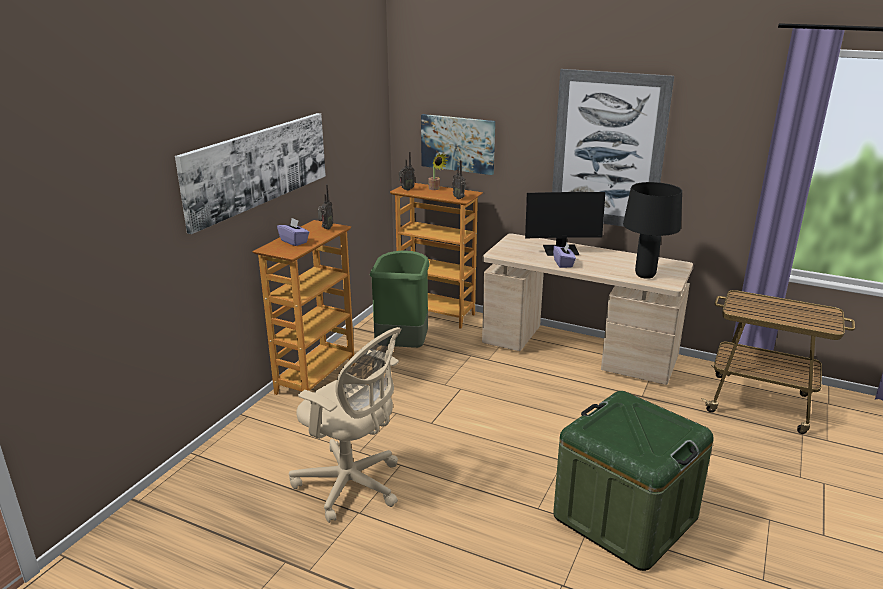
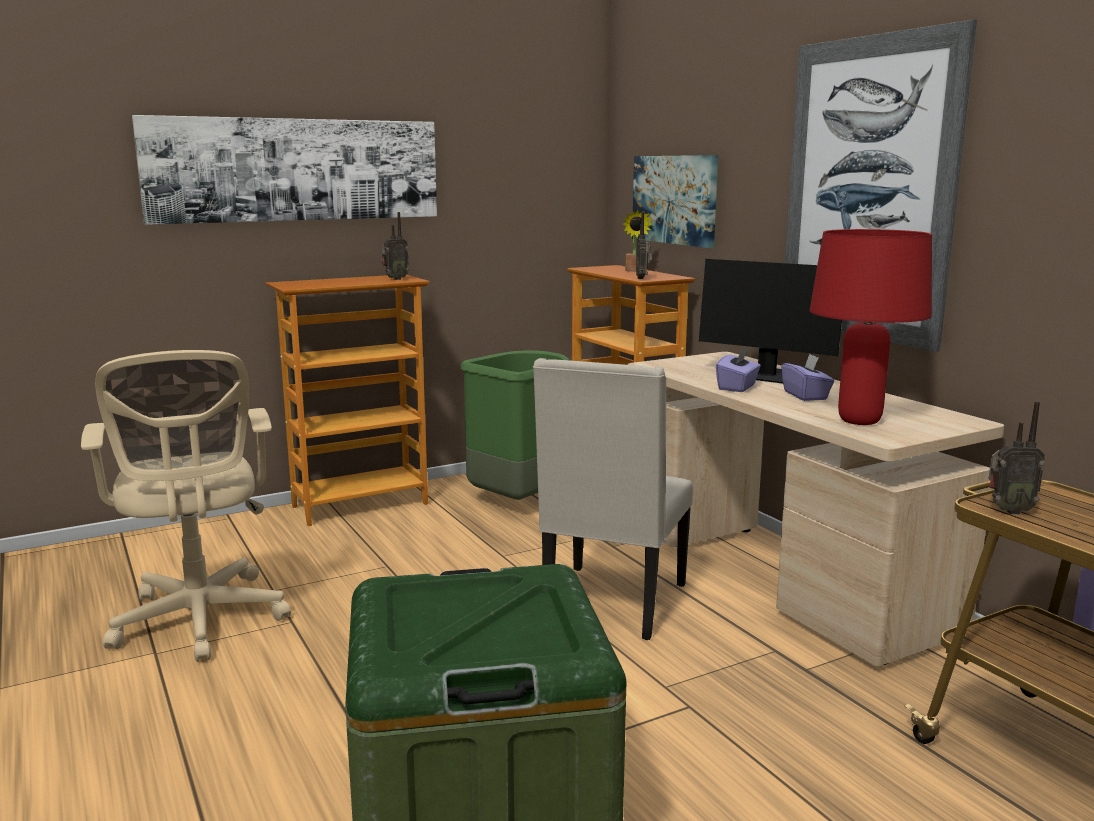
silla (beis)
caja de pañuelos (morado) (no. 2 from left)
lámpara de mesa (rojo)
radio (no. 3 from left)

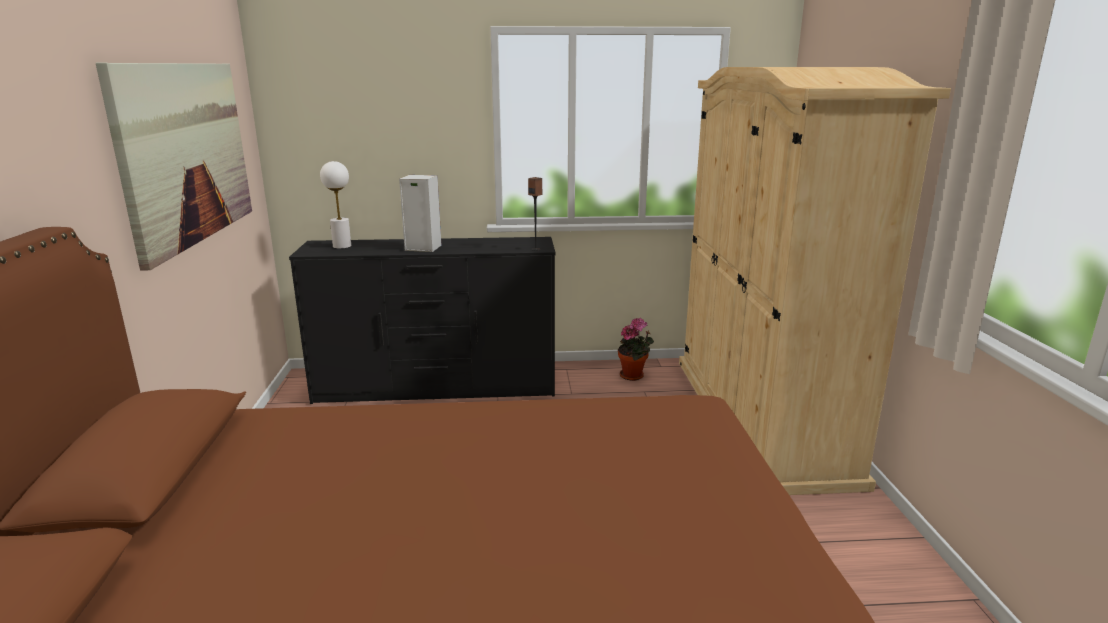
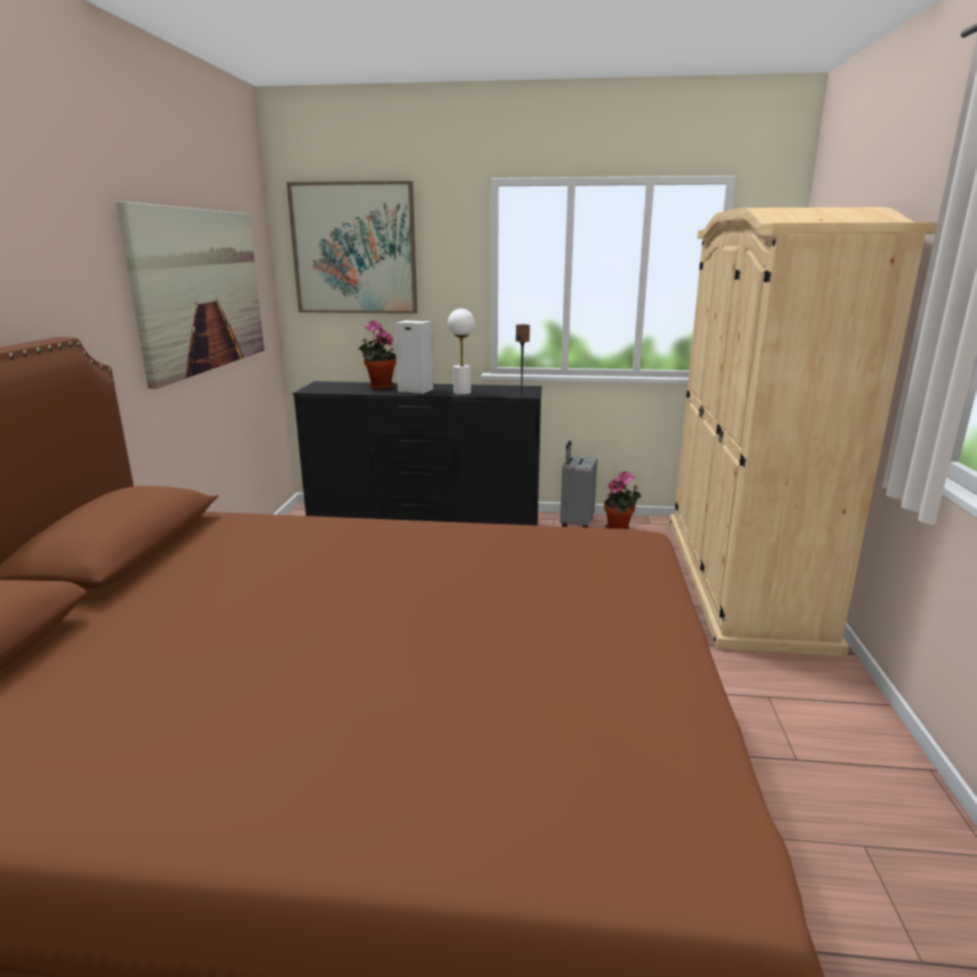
cuadro (no. 2 from left)
planta en maceta (no. 1 from left)
lámpara de mesa (blanco)
maleta (gris)

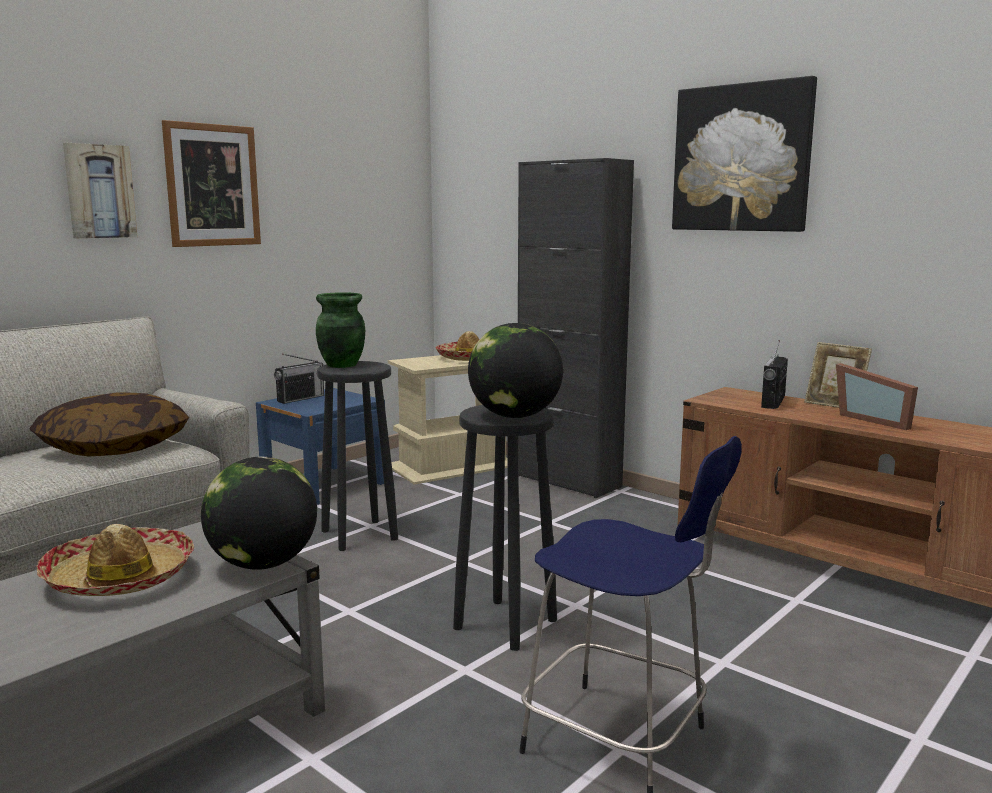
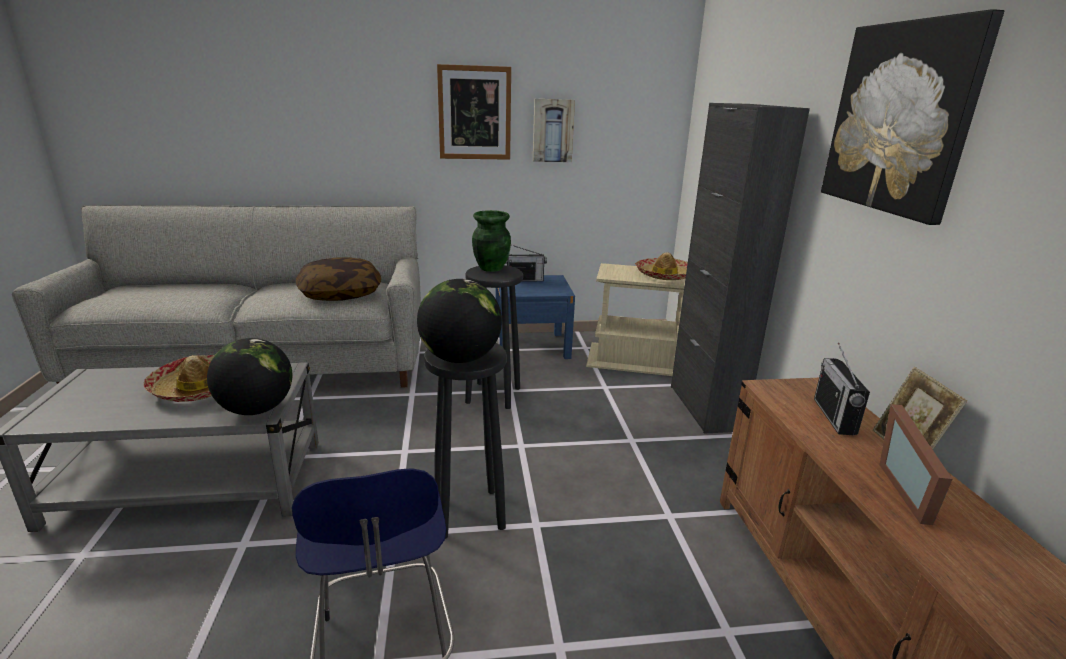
cuadro (no. 2 from left)
radio (no. 2 from left)

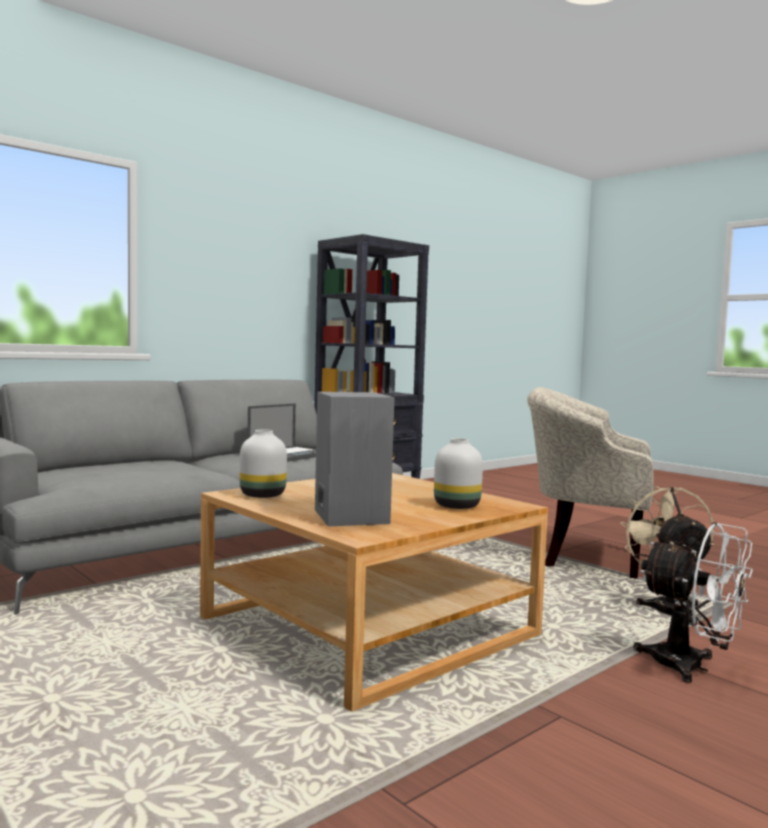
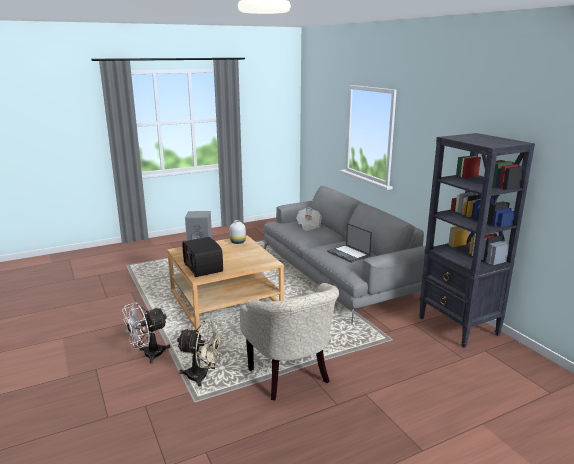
radio
sillón (beis)
periódico

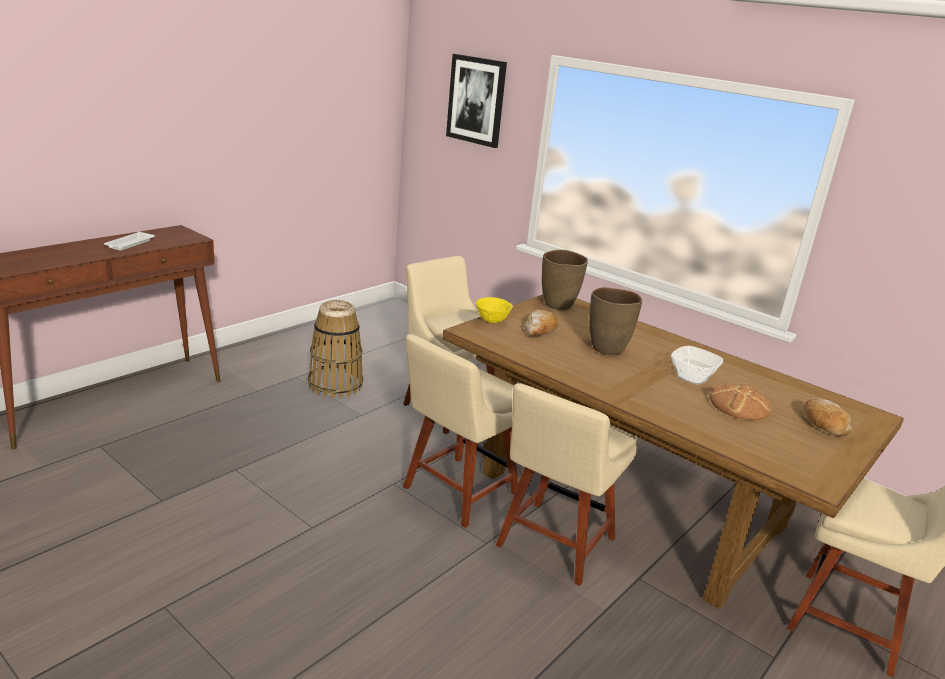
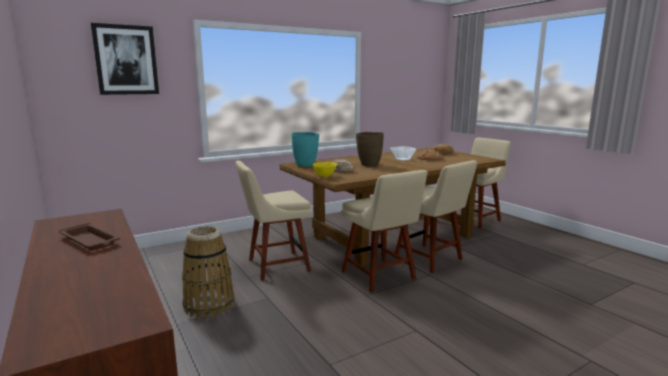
bandeja (marrón)
florero (turquesa)

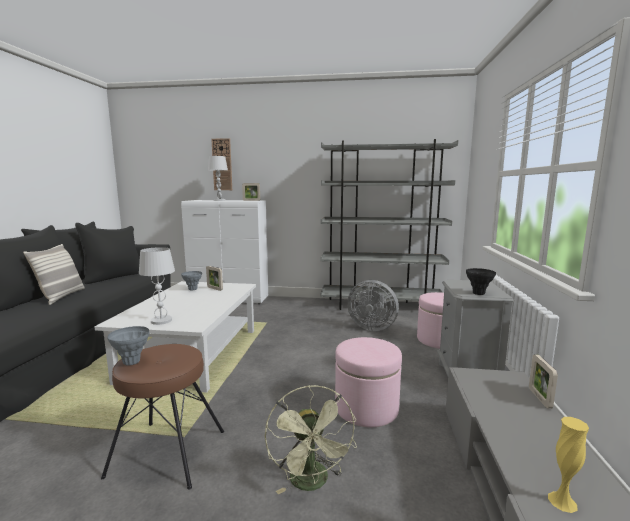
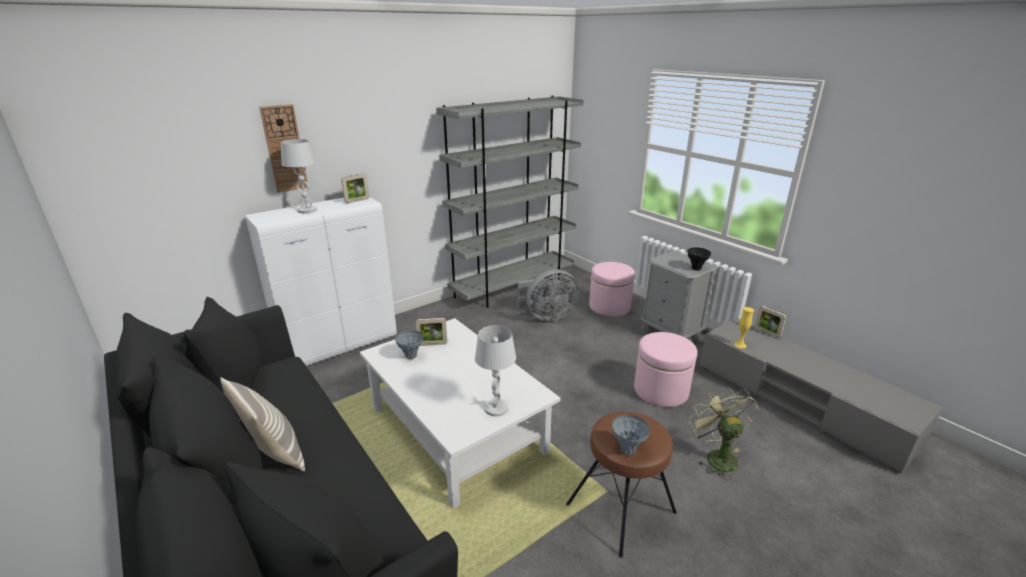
ventilador (verde)
florero (amarillo)

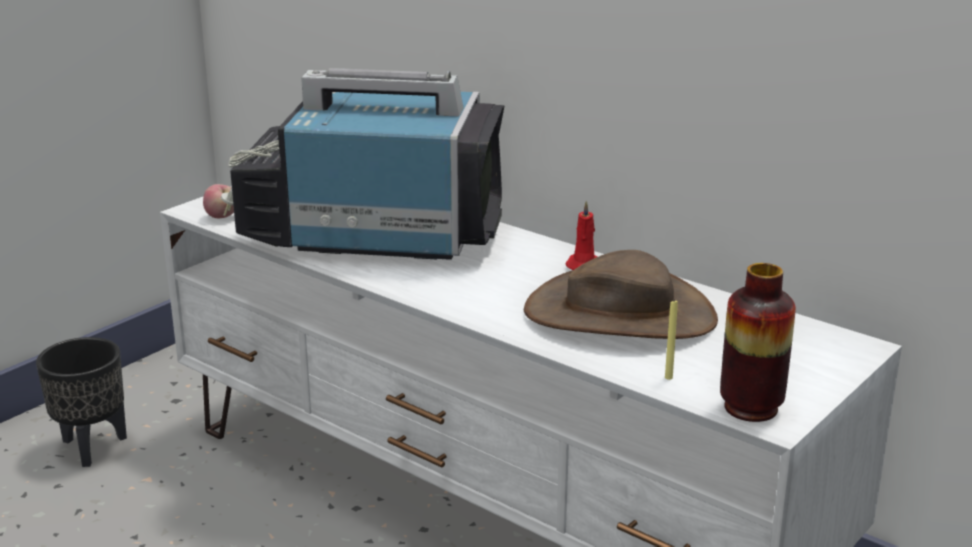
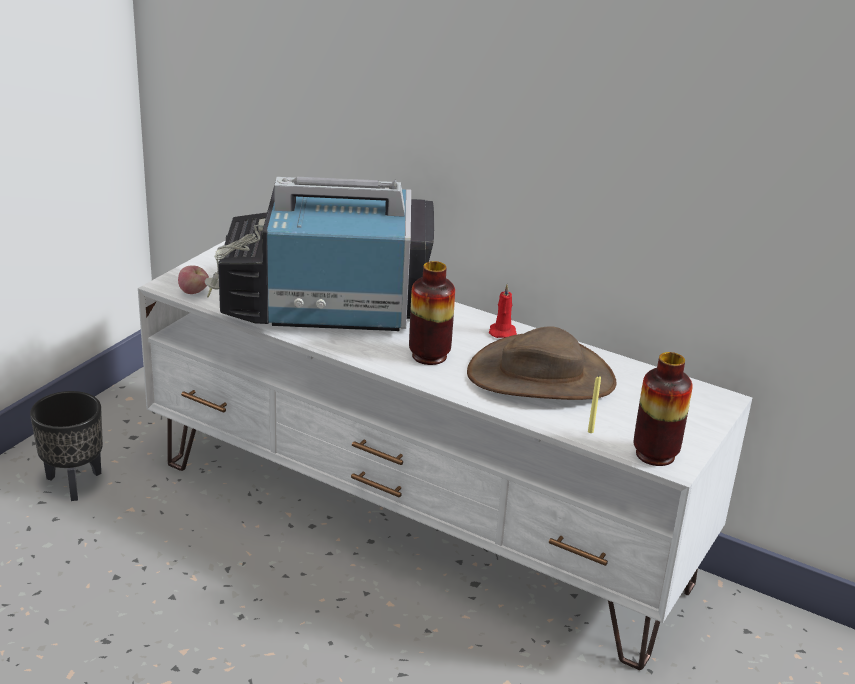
florero (no. 1 from left)

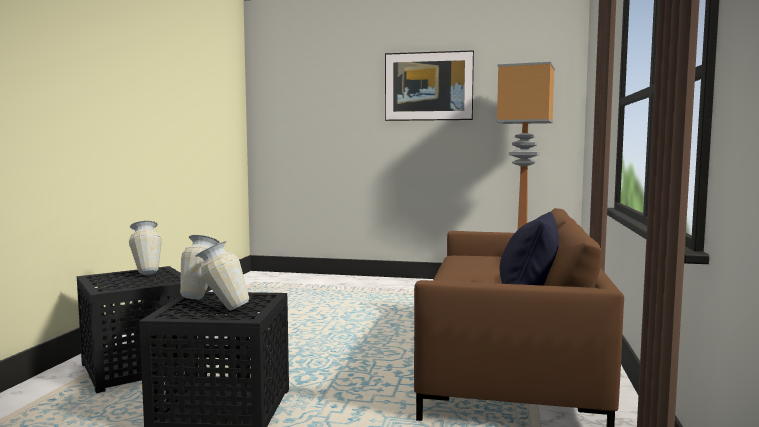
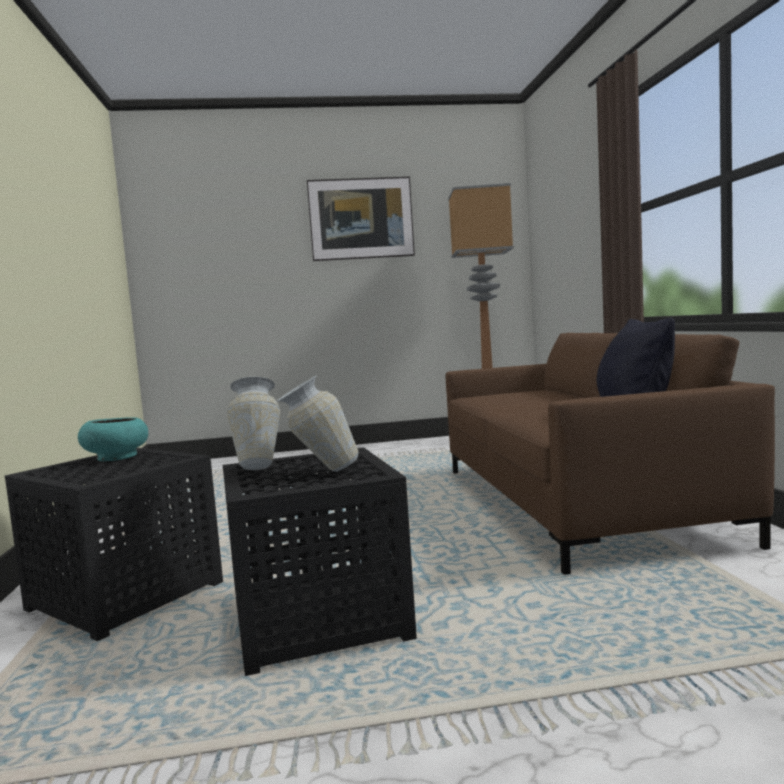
cuenco (turquesa)

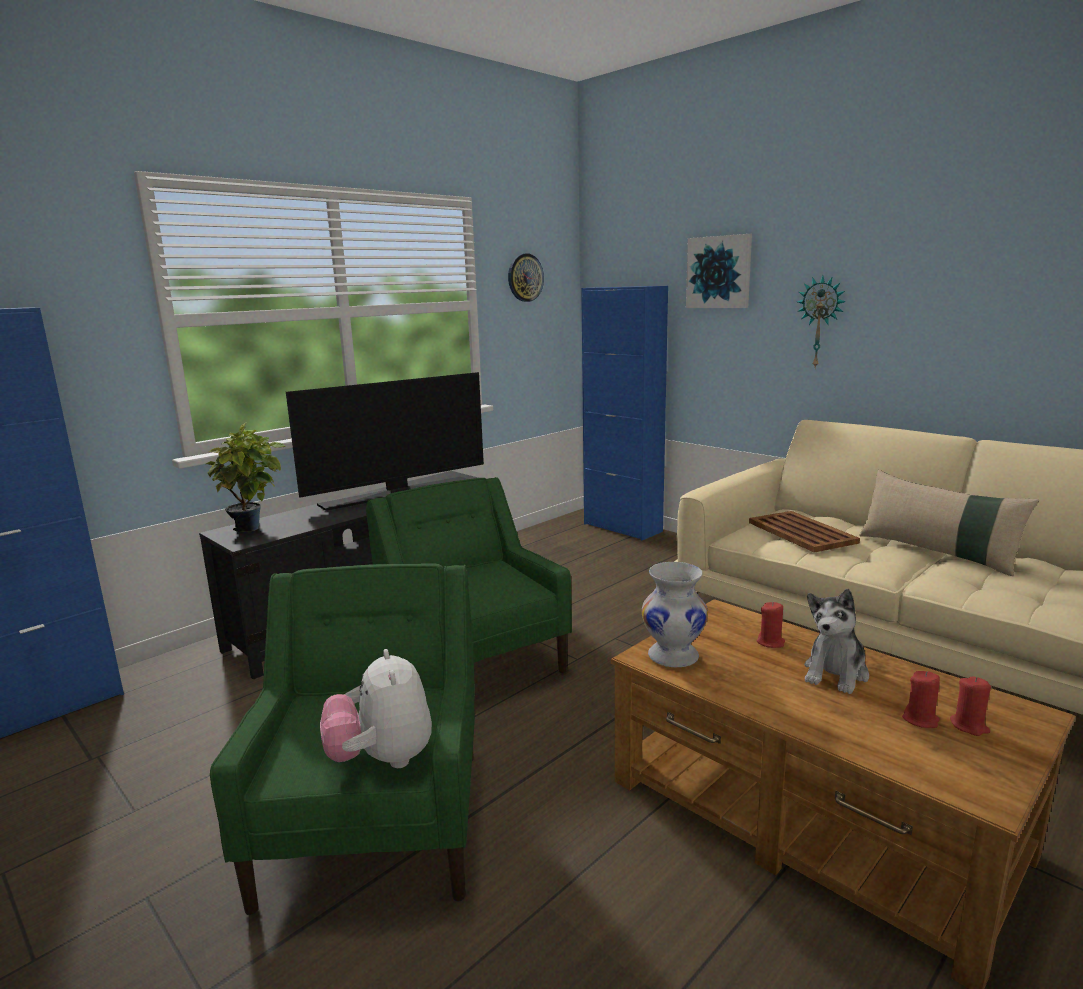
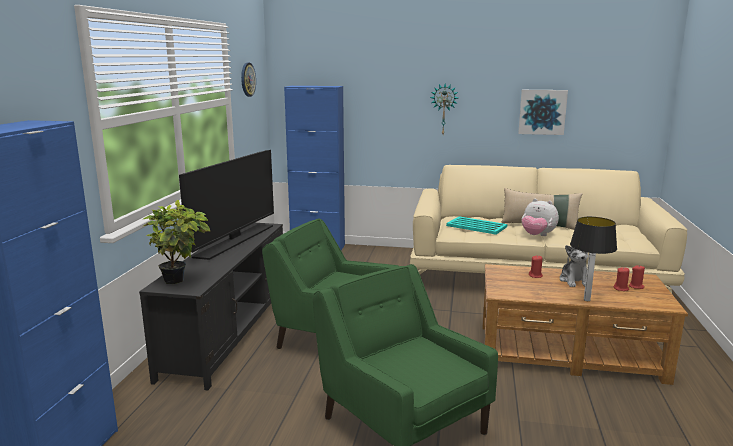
bandeja (turquesa)
cuadro
peluche (no. 1 from left)
lámpara de mesa
florero (blanco)

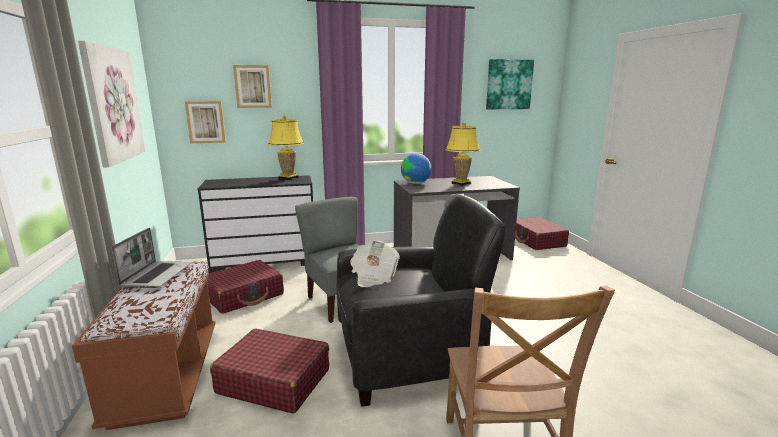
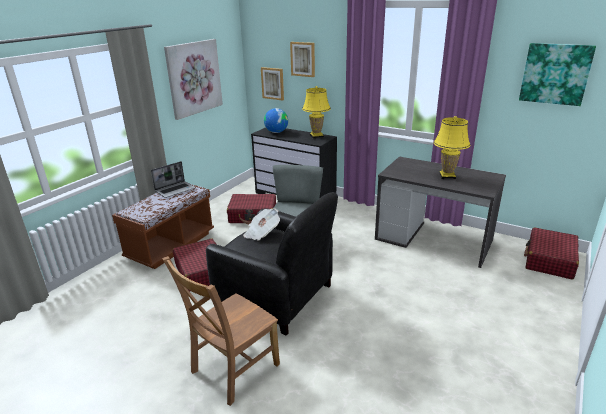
globo terráqueo

